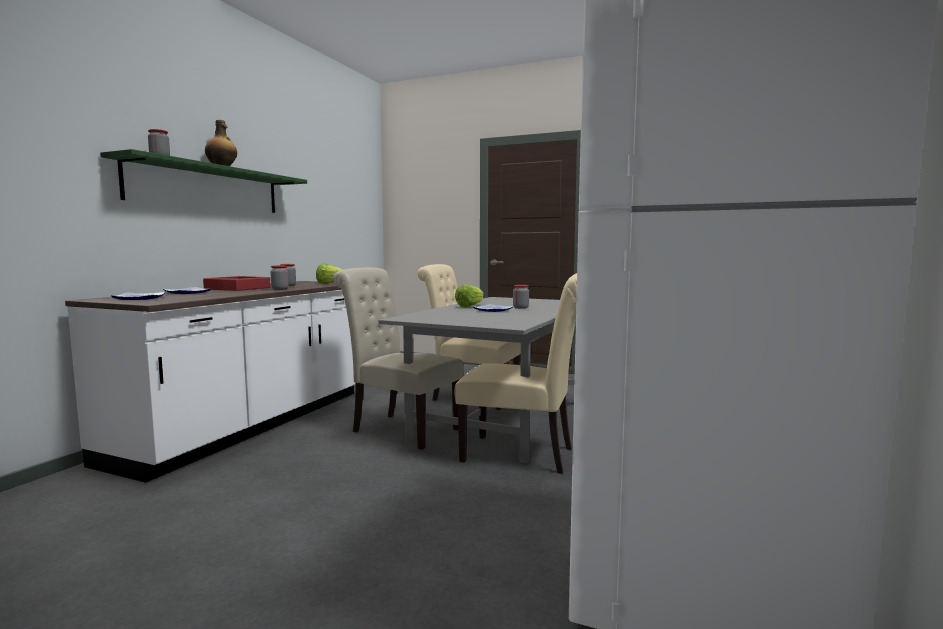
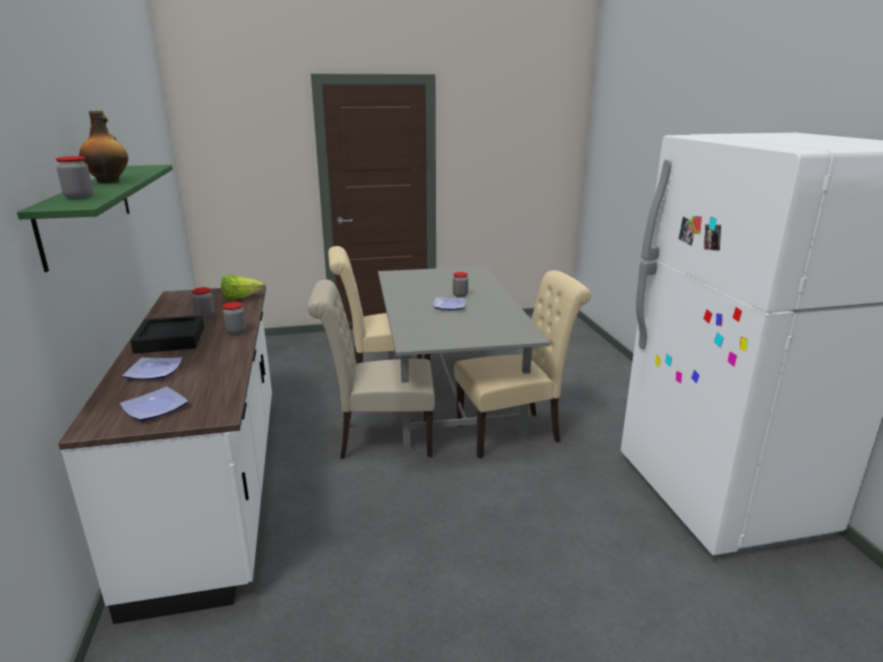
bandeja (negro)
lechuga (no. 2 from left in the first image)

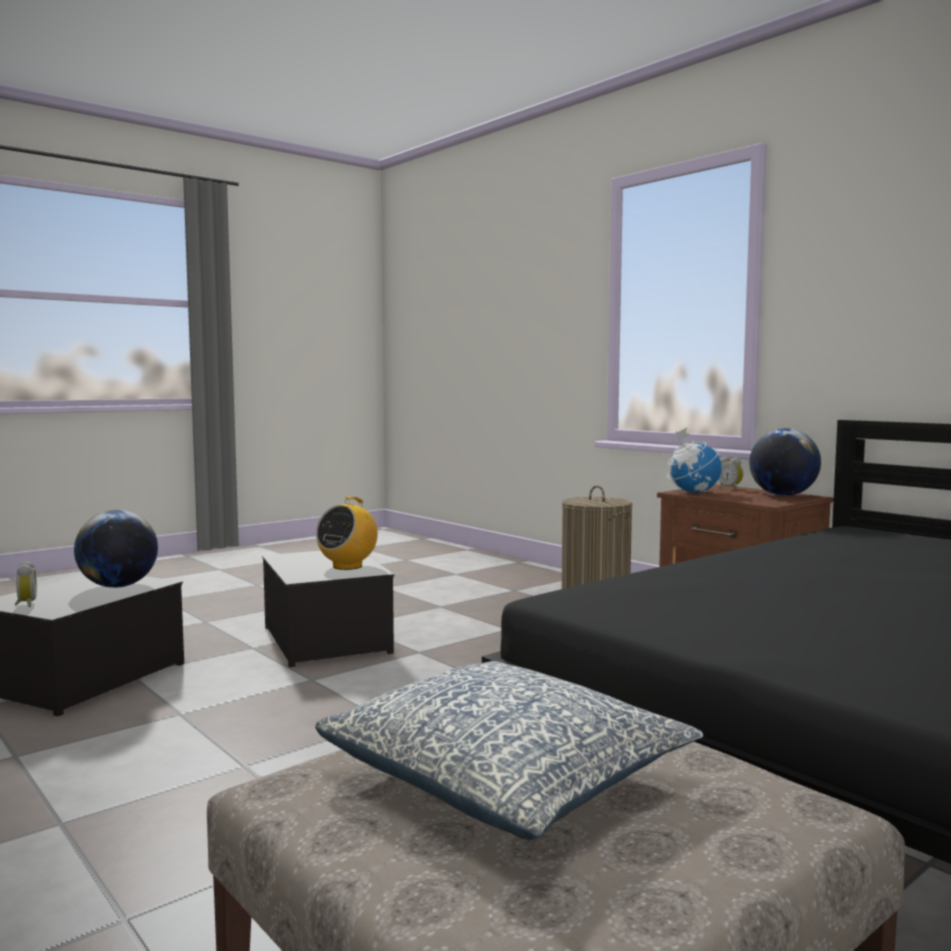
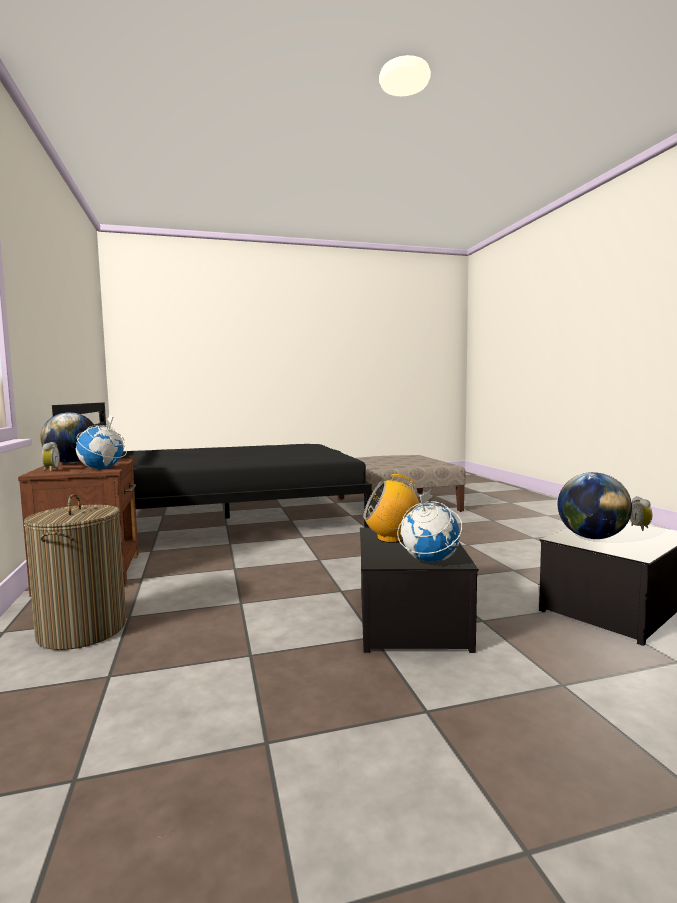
radio
globo terráqueo (no. 3 from left)
cojín

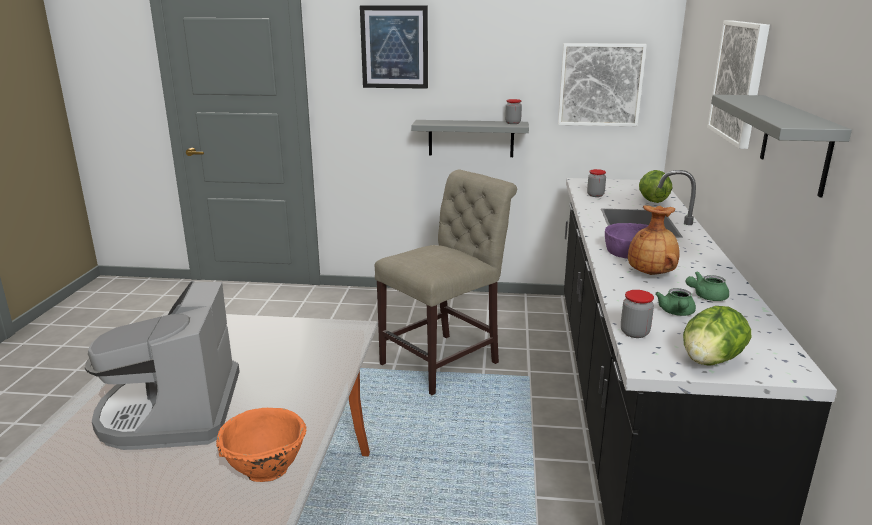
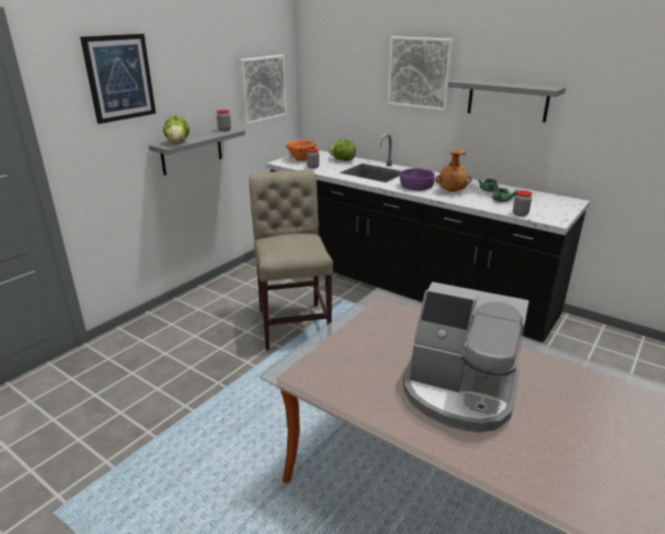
lechuga (no. 1 from left)
cuenco (naranja)

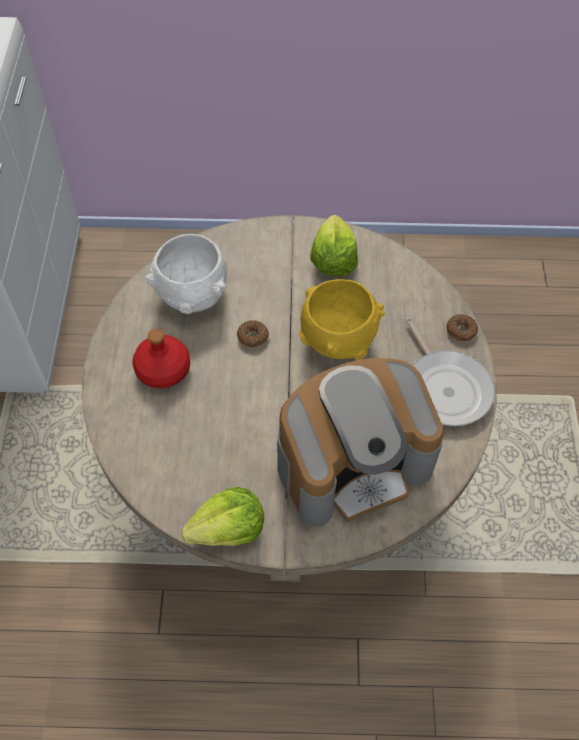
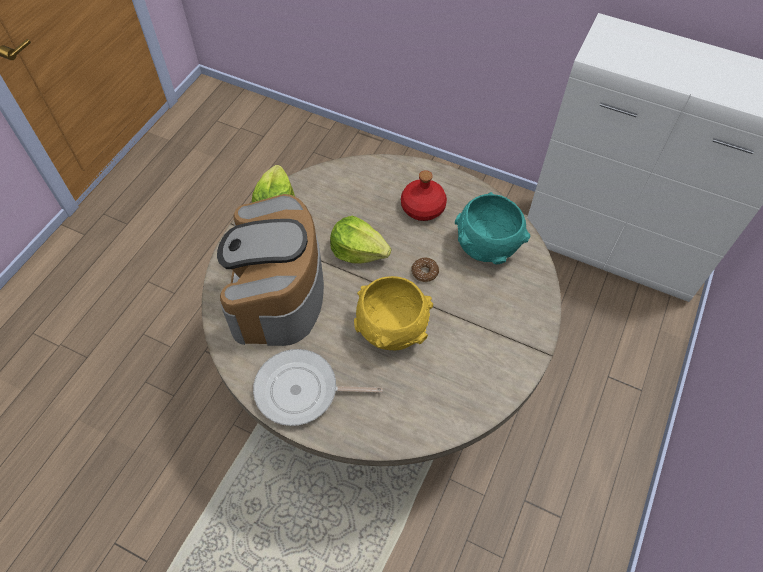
lechuga (no. 2 from left)
cuenco (turquesa)
rosquilla (no. 2 from left in the first image)

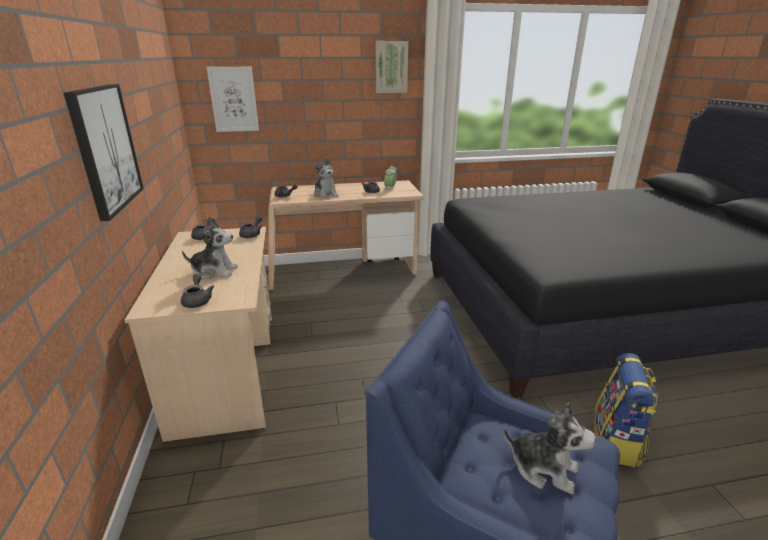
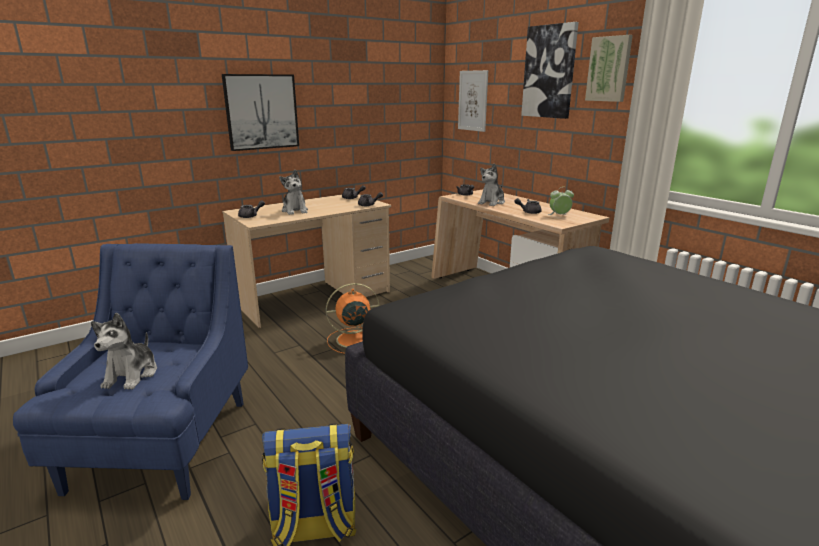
ventilador (naranja)
cuadro (no. 3 from left)

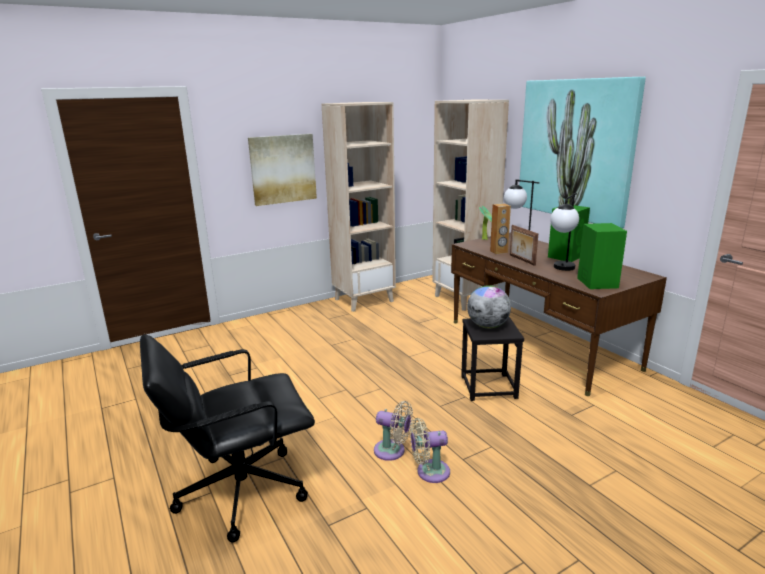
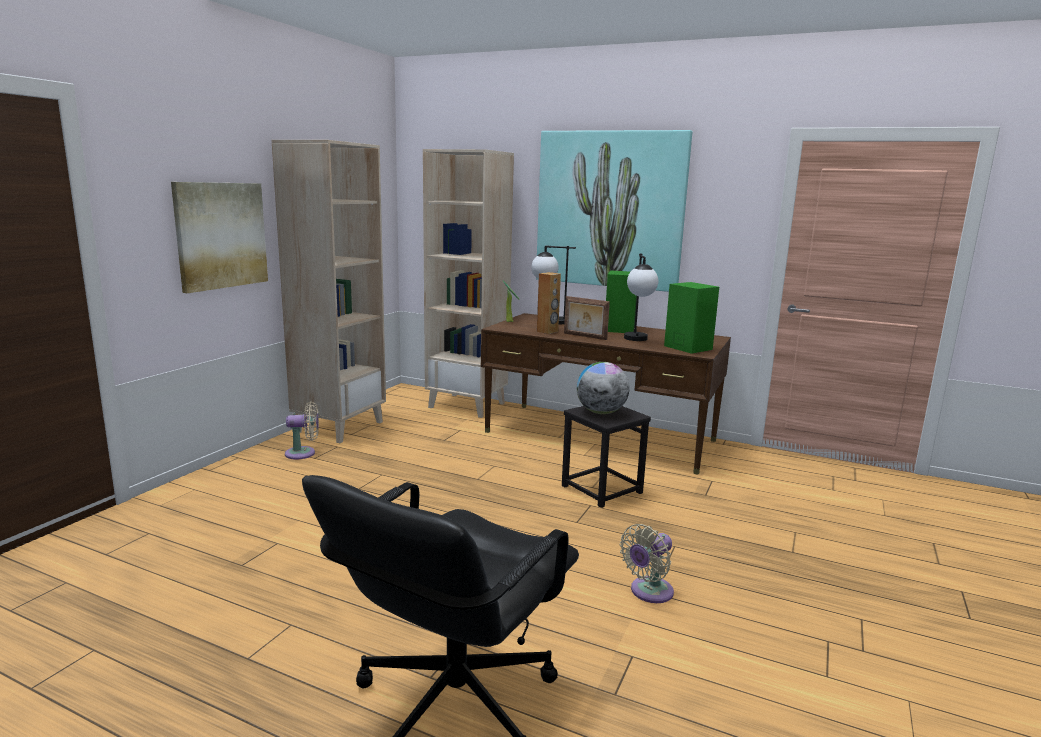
ventilador (beis) (no. 1 from left)

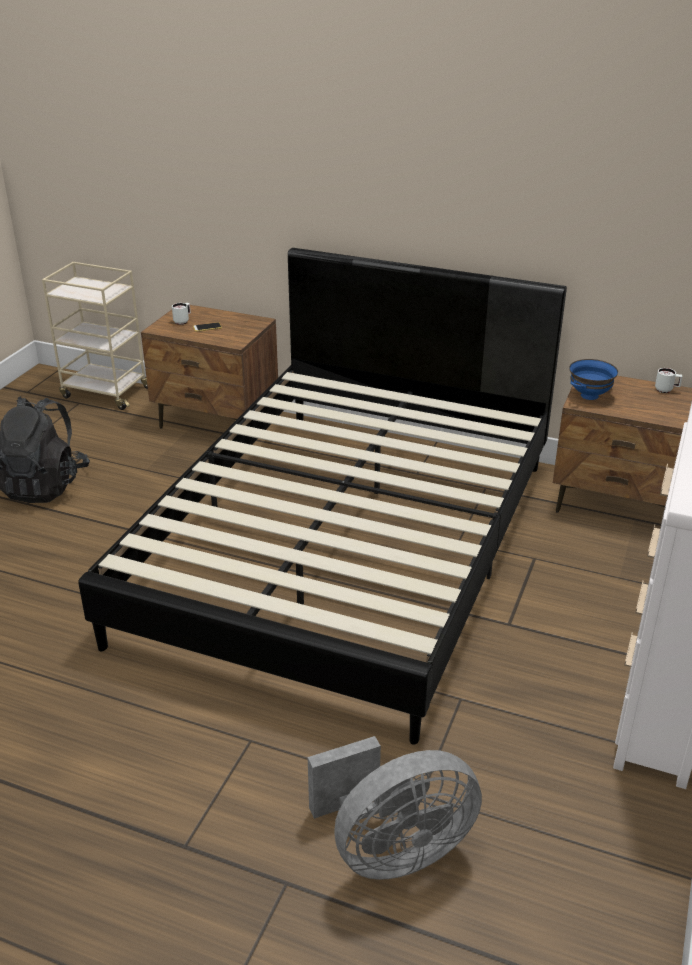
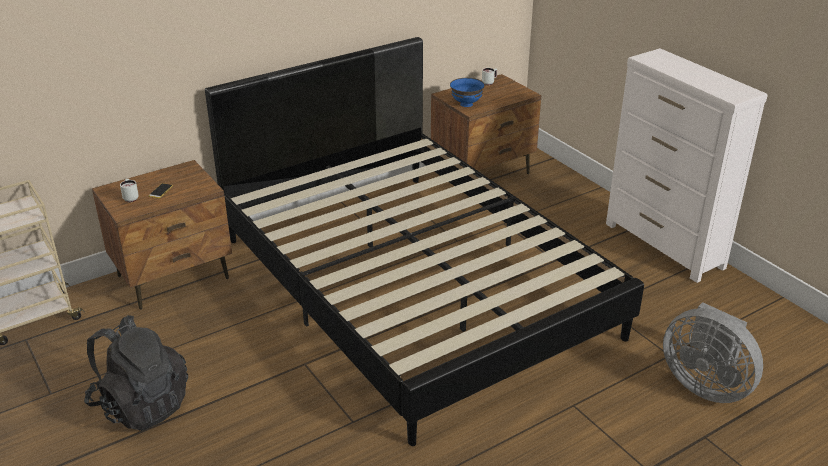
ventilador (gris)

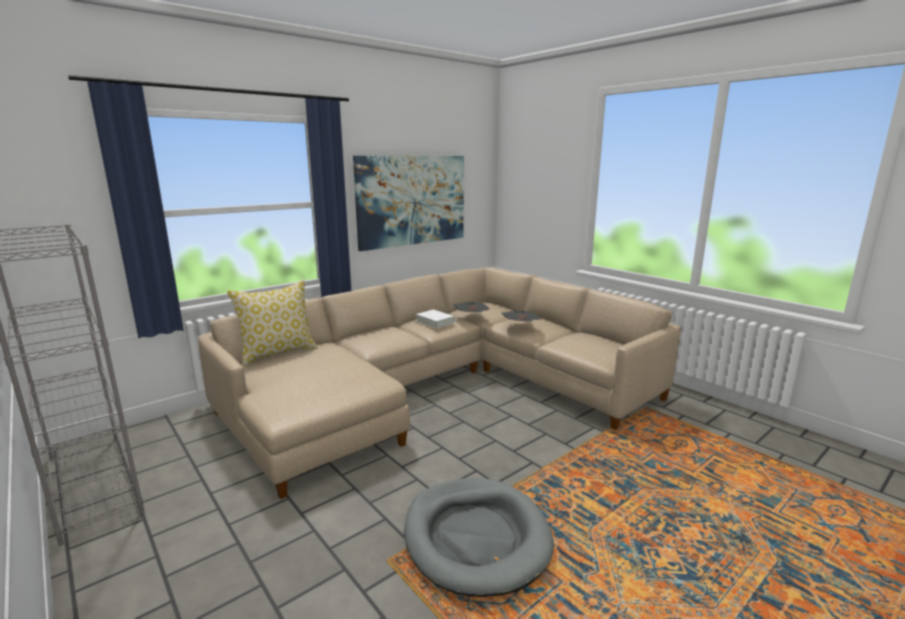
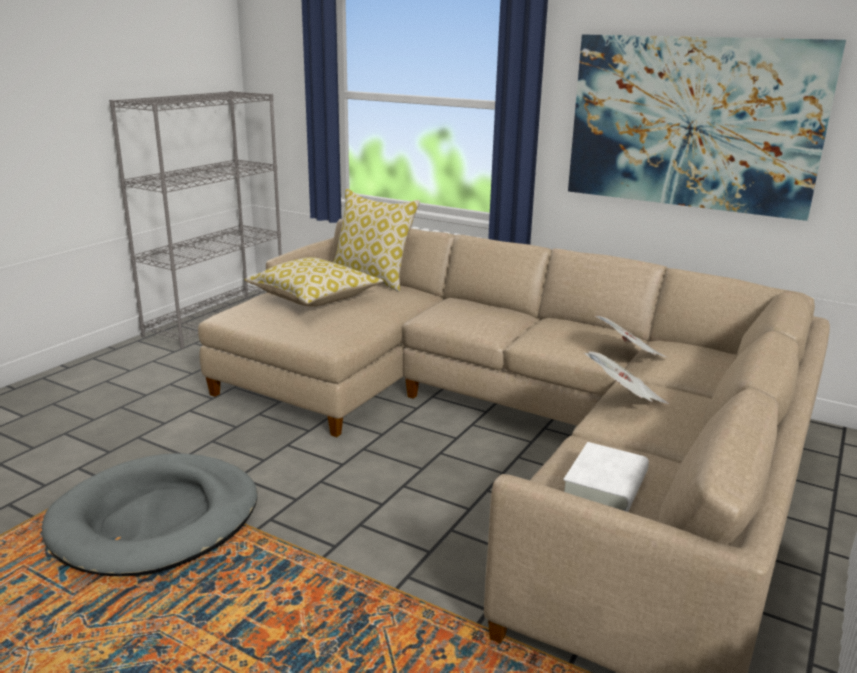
cojín (no. 1 from left)
libro (blanco)

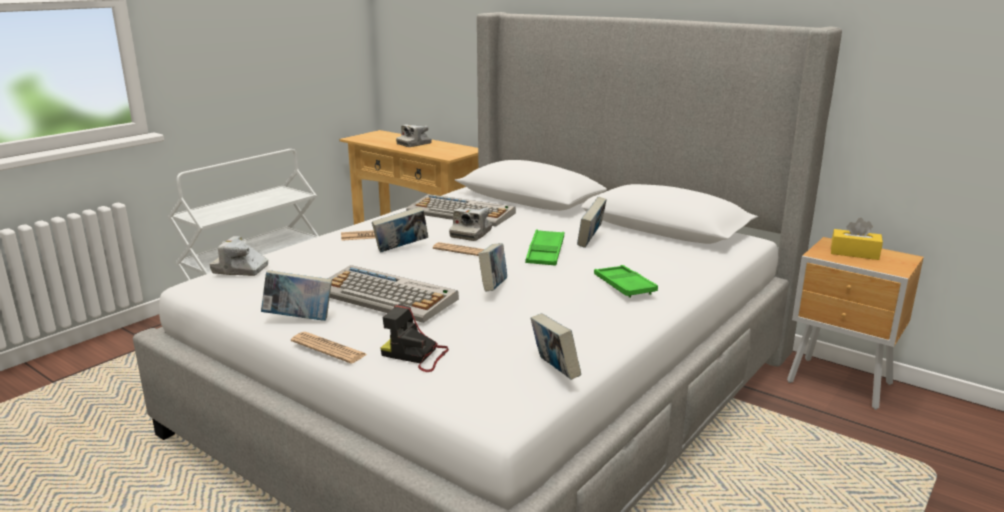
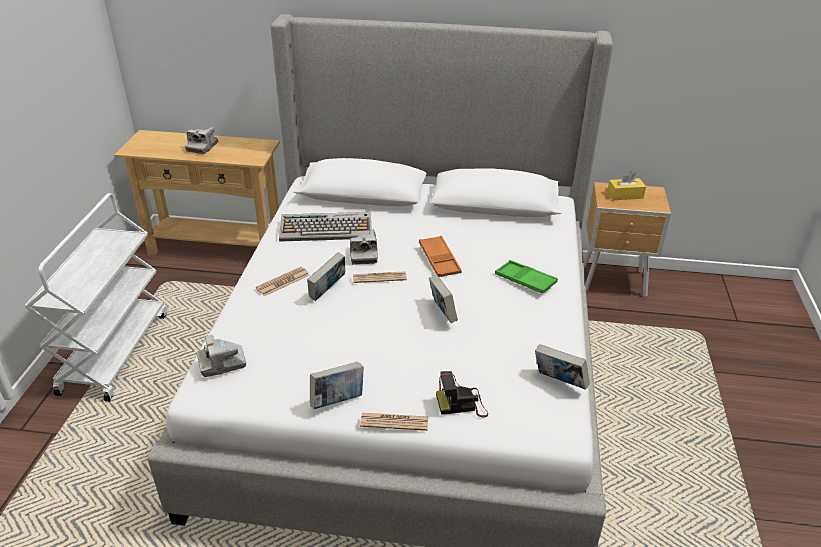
bandeja (naranja)
teclado (no. 1 from left in the first image)
libro (no. 5 from left in the first image)

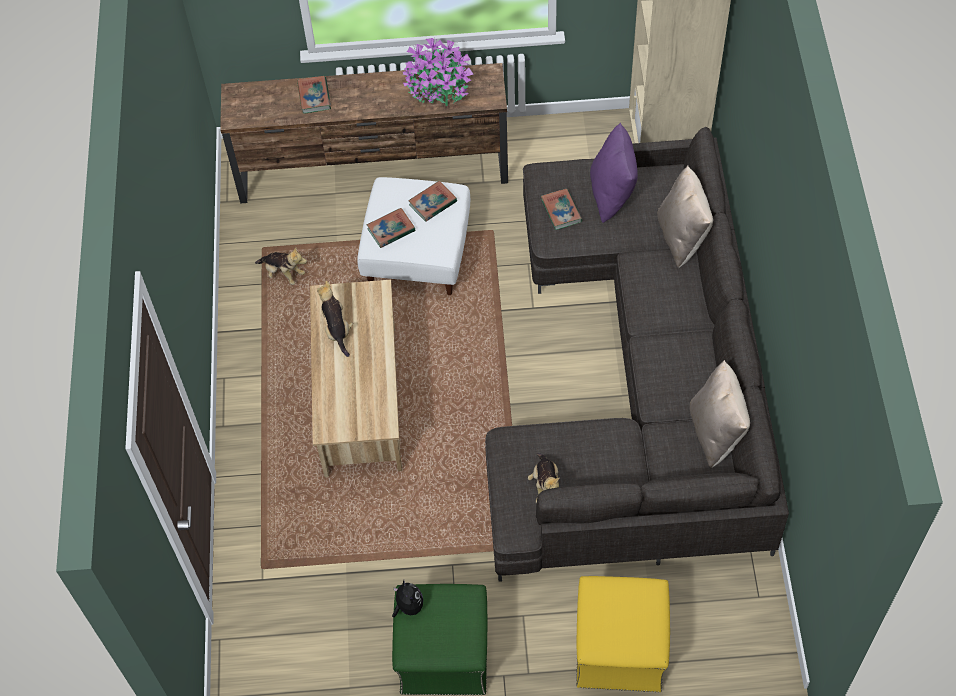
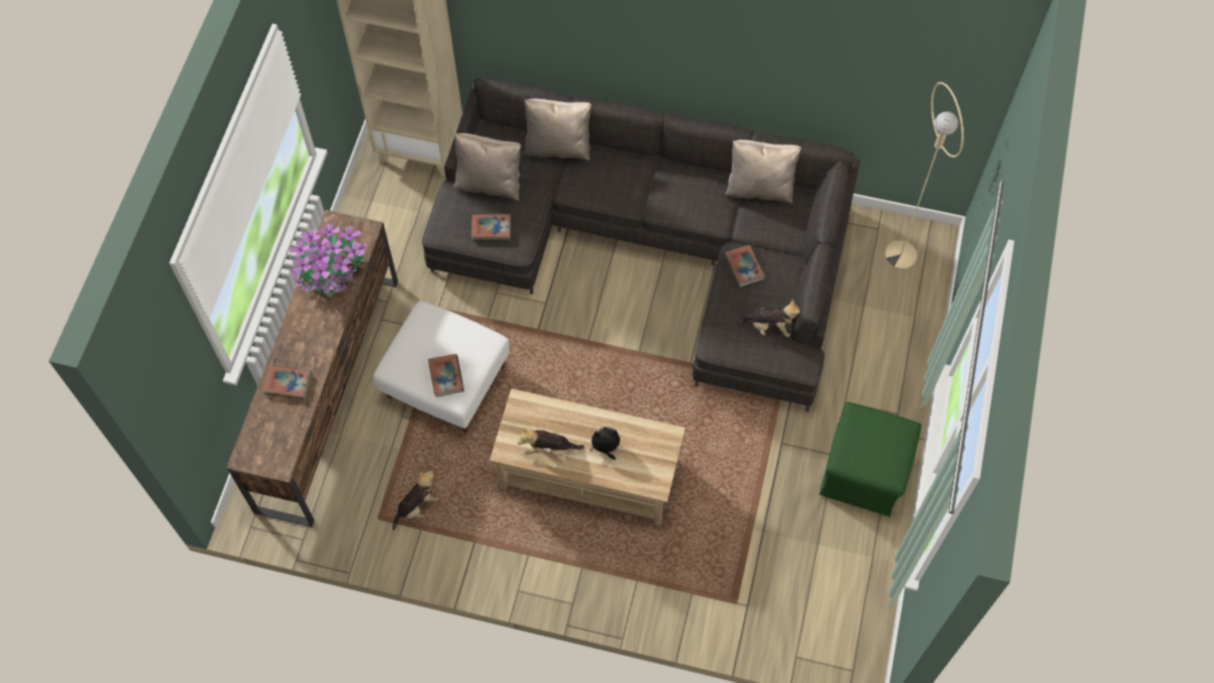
cojín (beis) (no. 1 from left)
peluche (no. 3 from left)
libro (no. 4 from left)
lámpara de pie (beis)
puf (amarillo)

